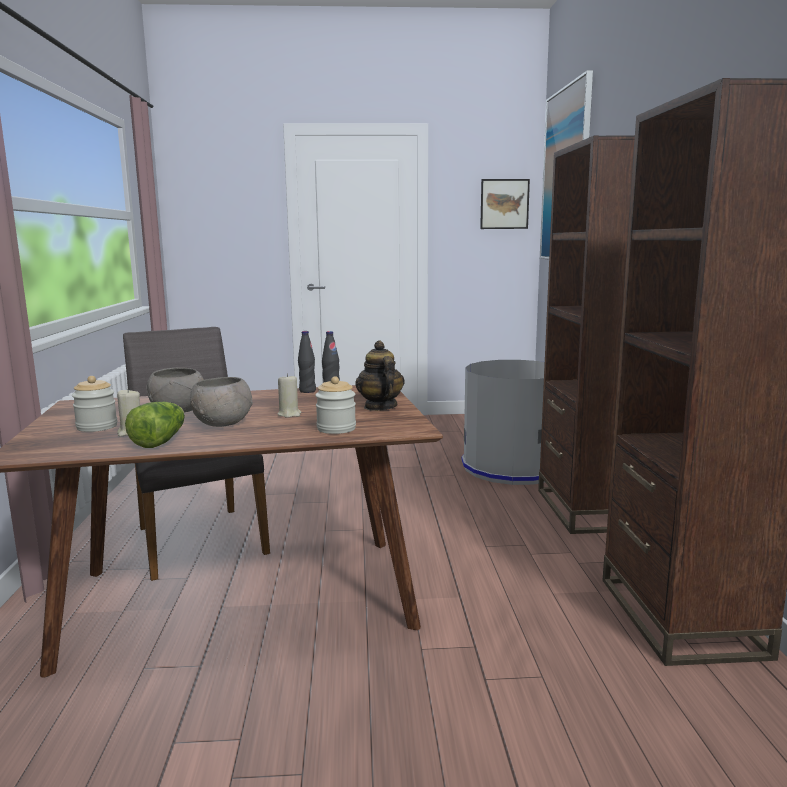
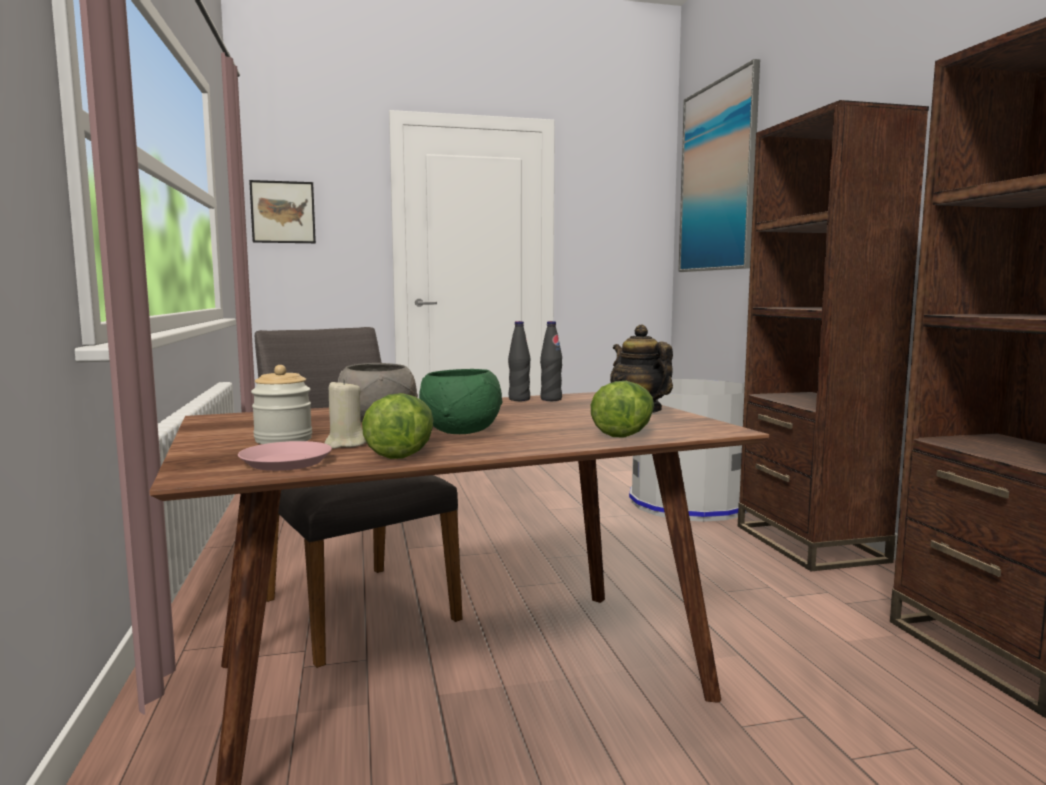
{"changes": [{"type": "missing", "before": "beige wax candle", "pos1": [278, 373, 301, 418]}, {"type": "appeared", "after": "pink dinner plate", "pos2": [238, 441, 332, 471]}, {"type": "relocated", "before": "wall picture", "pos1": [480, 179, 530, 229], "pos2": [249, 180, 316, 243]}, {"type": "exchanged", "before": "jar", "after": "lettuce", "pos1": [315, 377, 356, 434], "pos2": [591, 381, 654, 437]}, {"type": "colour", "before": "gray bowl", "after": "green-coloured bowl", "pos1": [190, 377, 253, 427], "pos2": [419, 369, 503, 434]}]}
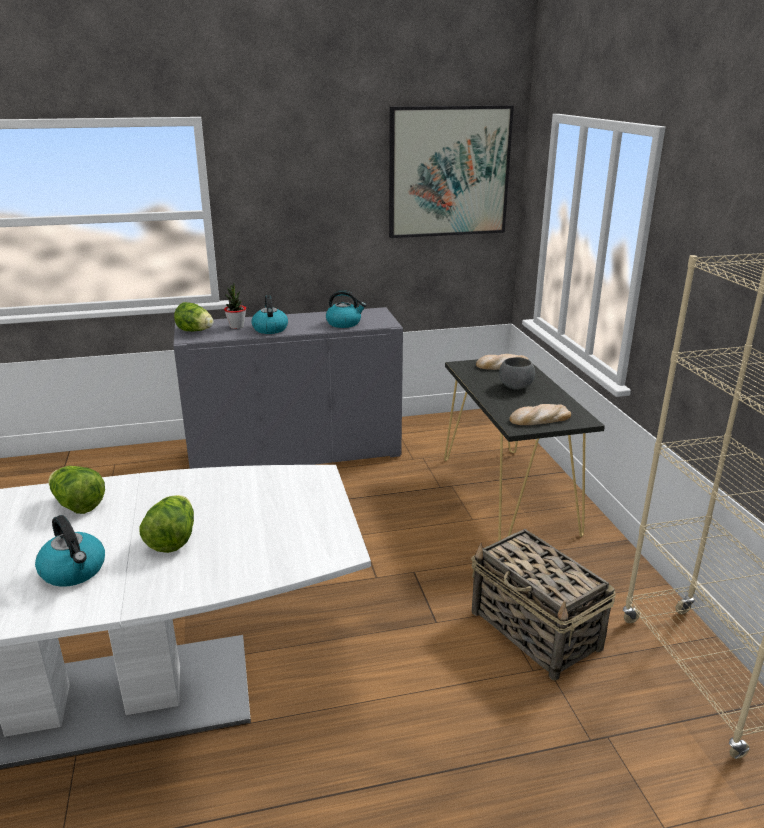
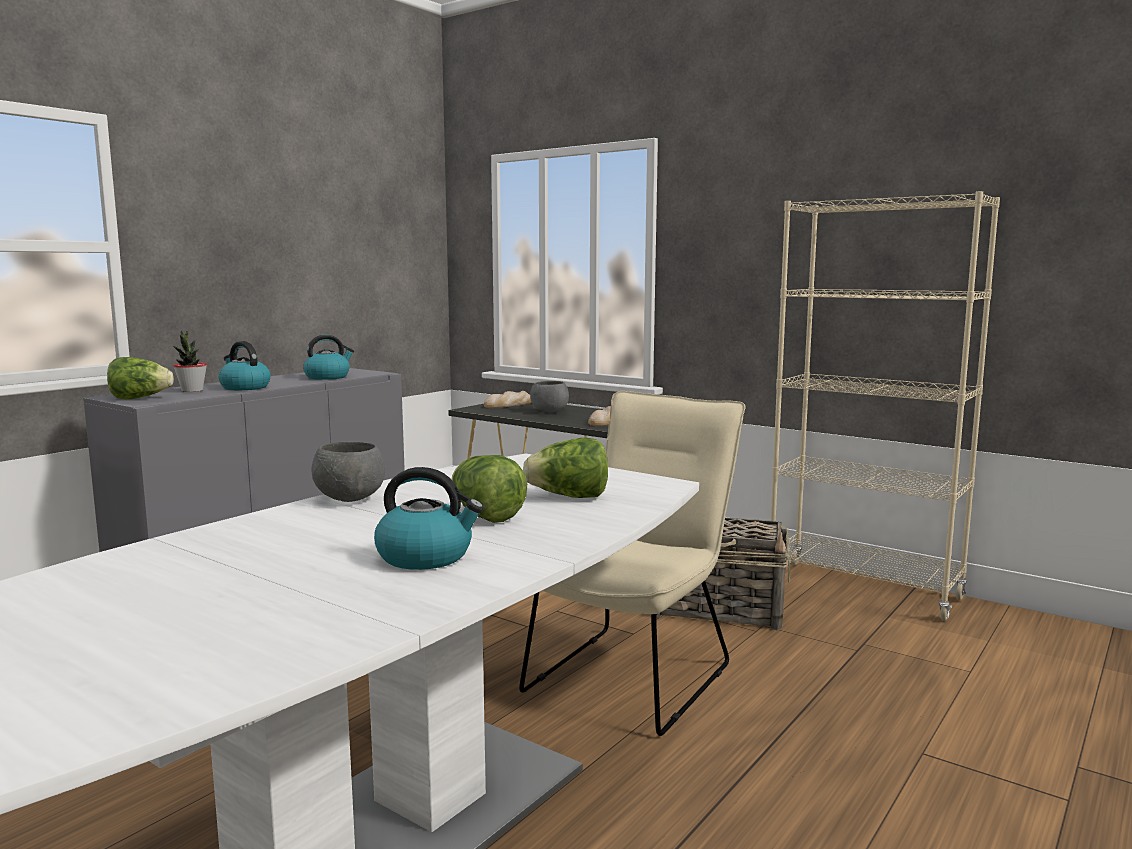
{"changes": [{"type": "missing", "before": "wall picture", "pos1": [389, 105, 514, 238]}, {"type": "appeared", "after": "gray bowl", "pos2": [311, 442, 385, 502]}, {"type": "appeared", "after": "beige plain chair", "pos2": [519, 391, 745, 736]}, {"type": "relocated", "before": "lettuce", "pos1": [48, 466, 105, 514], "pos2": [523, 438, 608, 498]}]}
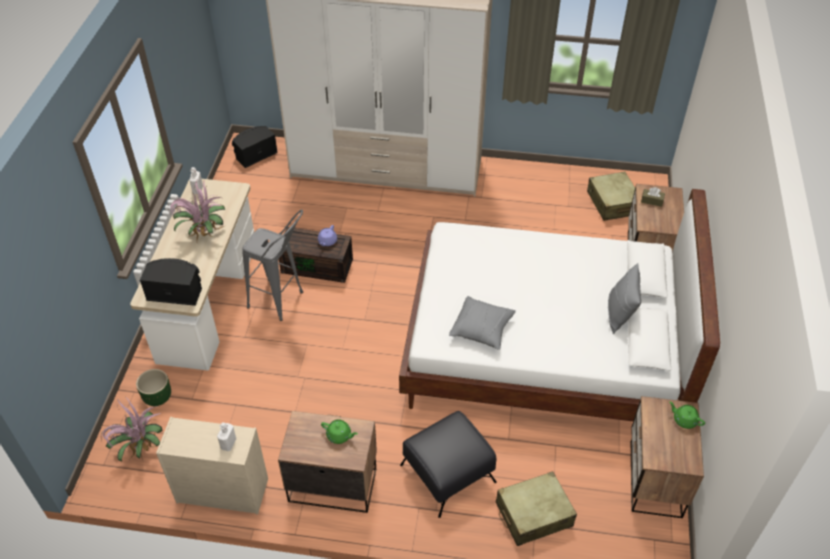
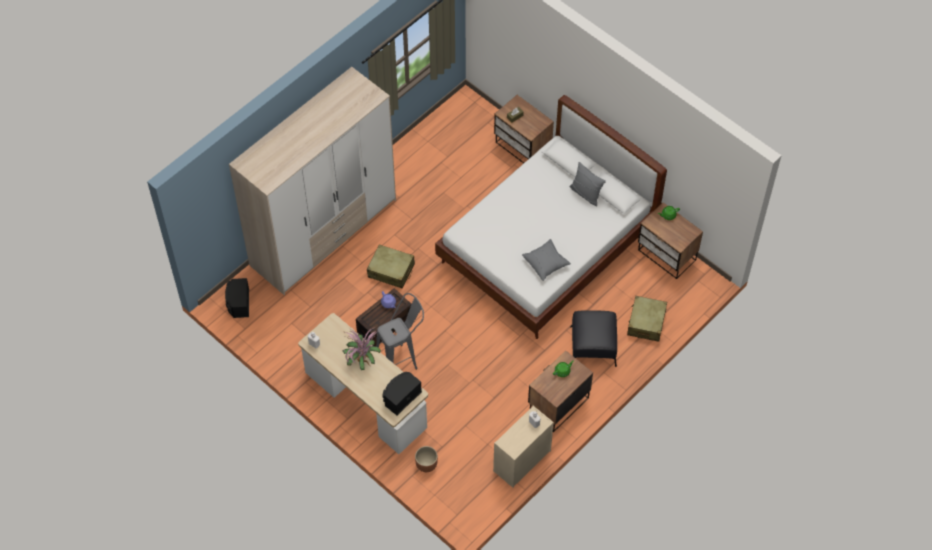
{"changes": [{"type": "missing", "before": "plant in a pot", "pos1": [101, 397, 163, 462]}, {"type": "relocated", "before": "beige travel case", "pos1": [587, 171, 635, 221], "pos2": [367, 245, 415, 288]}, {"type": "colour", "before": "green-coloured plant pot", "after": "brown-coloured plant pot", "pos1": [136, 369, 171, 406], "pos2": [415, 446, 438, 472]}]}
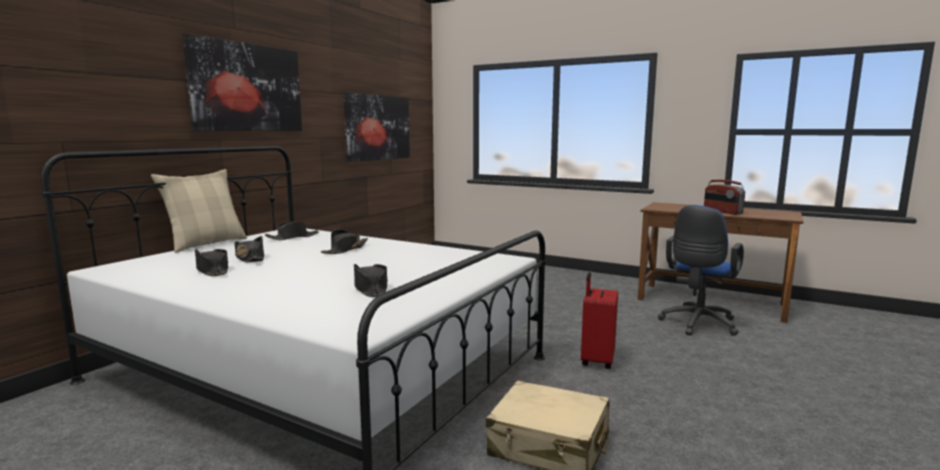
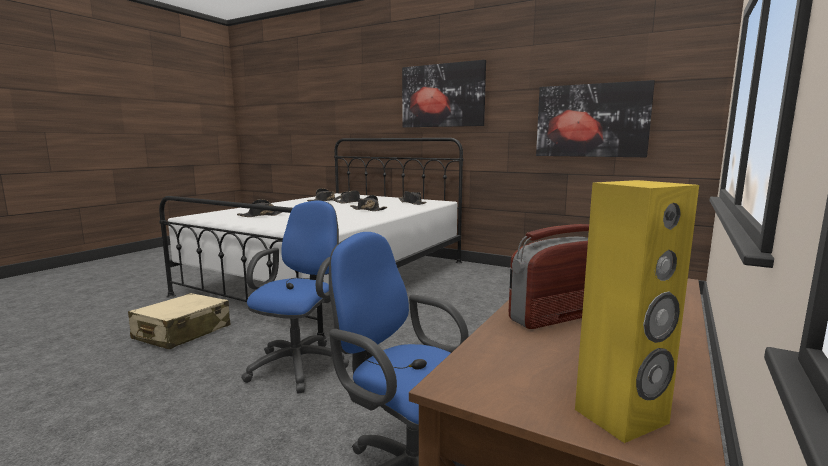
{"changes": [{"type": "missing", "before": "beige cushion", "pos1": [151, 169, 247, 253]}, {"type": "appeared", "after": "yellow speaker", "pos2": [575, 180, 699, 443]}, {"type": "exchanged", "before": "red travel case", "after": "bluish computer chair", "pos1": [581, 272, 618, 369], "pos2": [241, 201, 349, 393]}]}
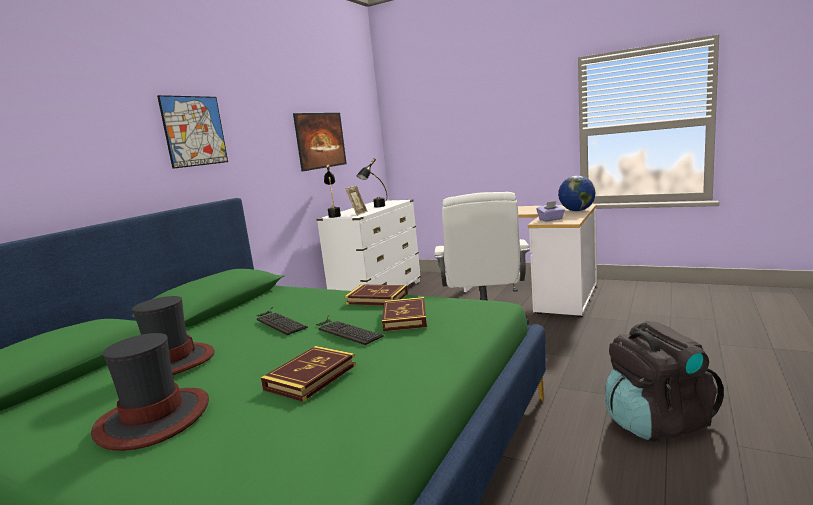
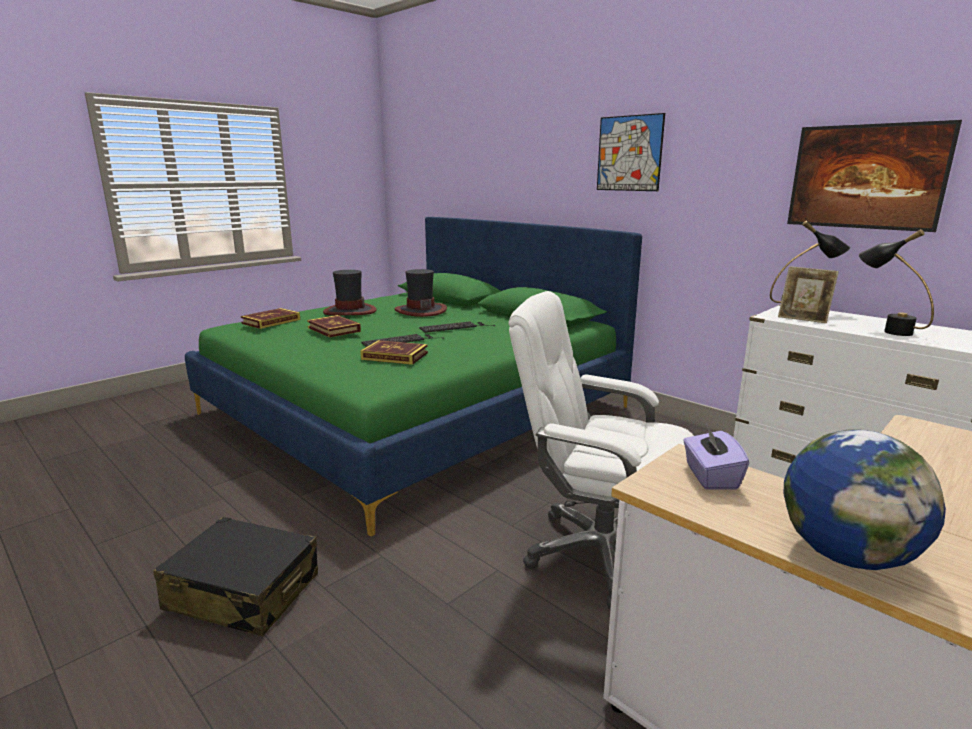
{"changes": [{"type": "relocated", "before": "bound book", "pos1": [345, 285, 408, 306], "pos2": [241, 308, 300, 329]}, {"type": "exchanged", "before": "black knapsack", "after": "black travel case", "pos1": [606, 321, 724, 442], "pos2": [153, 517, 318, 636]}]}
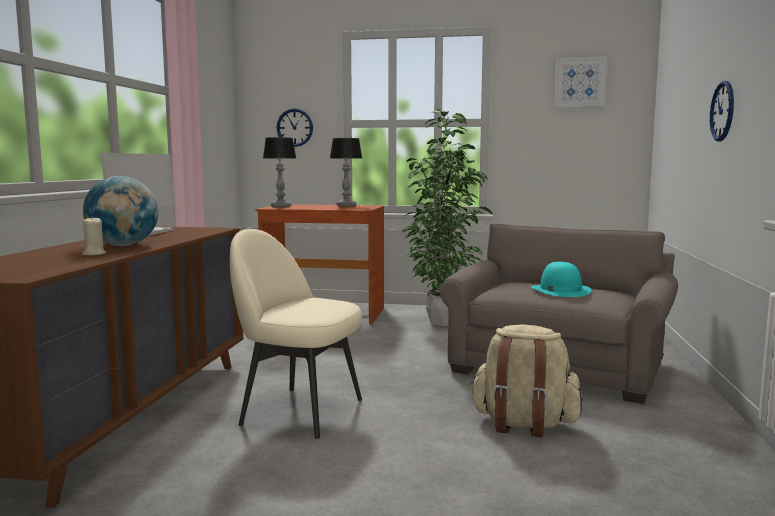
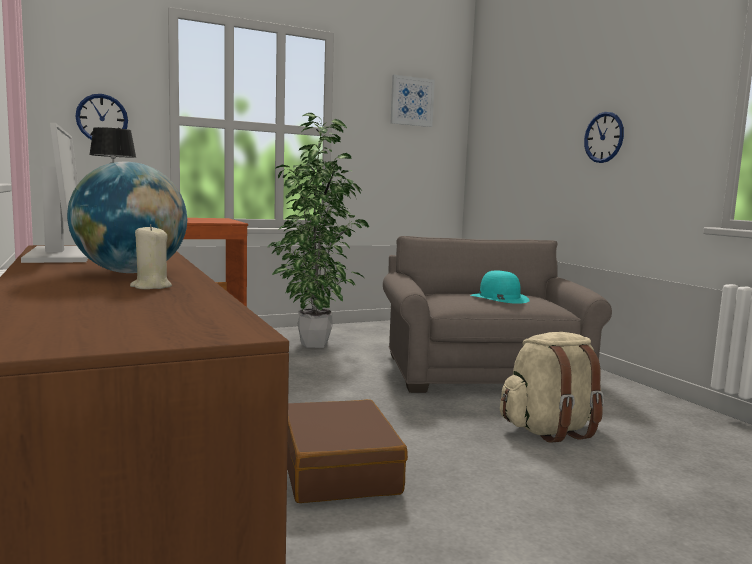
{"changes": [{"type": "missing", "before": "table lamp", "pos1": [330, 138, 362, 207]}, {"type": "exchanged", "before": "beige plain chair", "after": "brown-coloured travel case", "pos1": [230, 229, 362, 439], "pos2": [287, 399, 408, 503]}]}
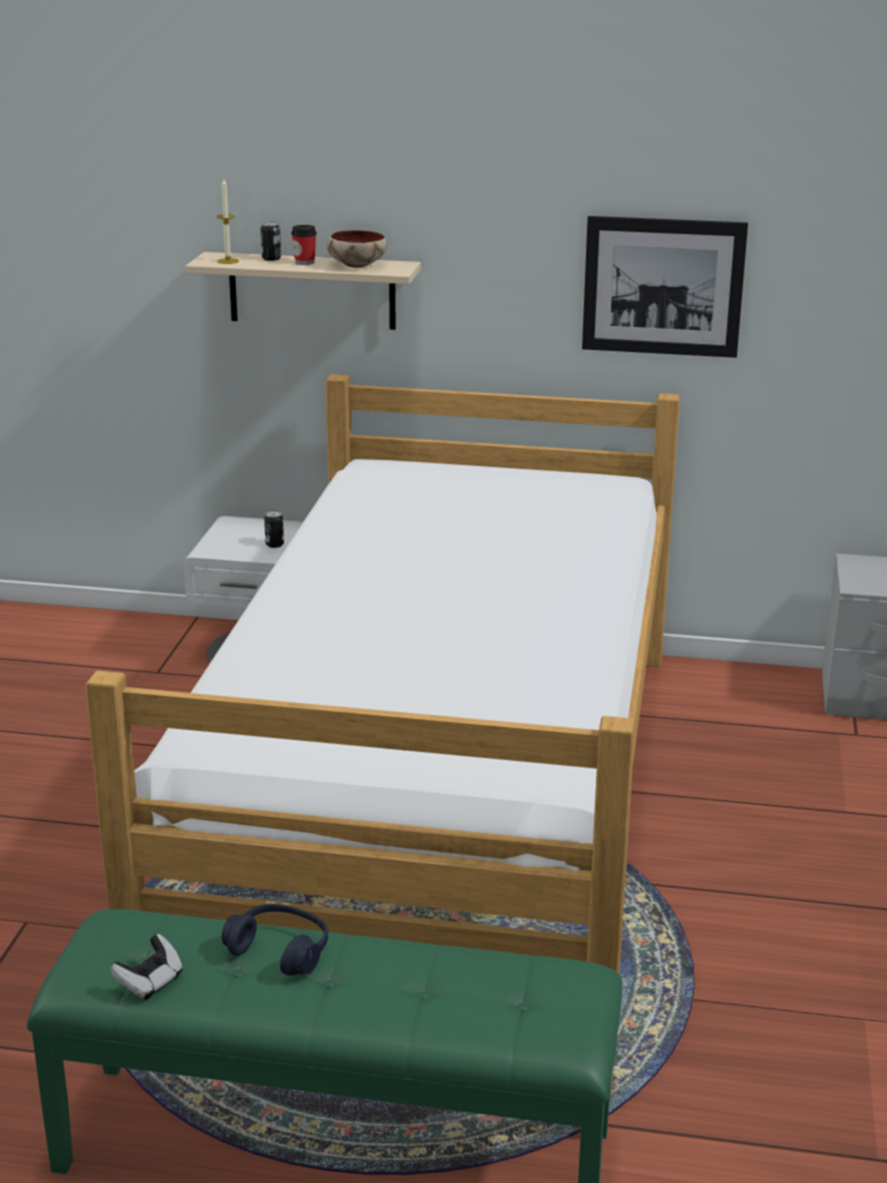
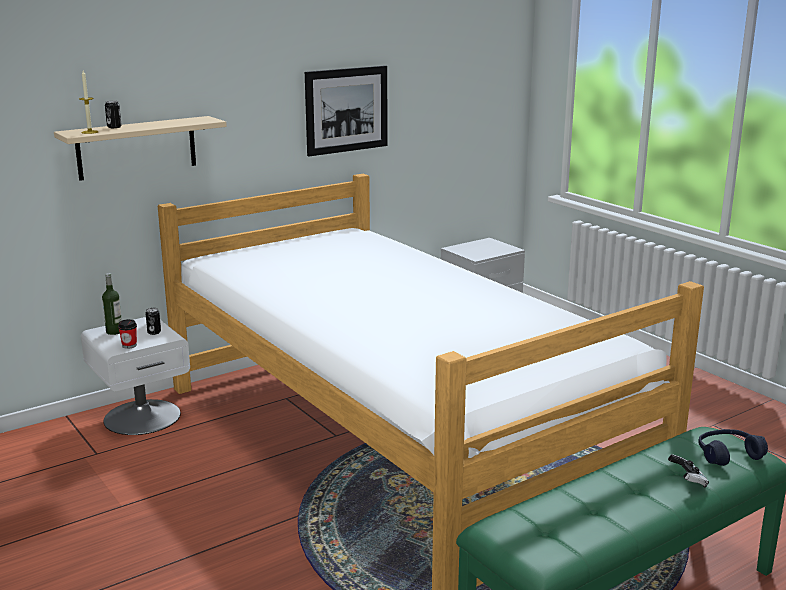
{"changes": [{"type": "missing", "before": "bowl", "pos1": [327, 230, 387, 268]}, {"type": "appeared", "after": "drink bottle", "pos2": [102, 273, 122, 335]}, {"type": "relocated", "before": "game controller", "pos1": [110, 934, 183, 1000], "pos2": [668, 454, 709, 488]}, {"type": "relocated", "before": "bluish headset", "pos1": [222, 904, 328, 975], "pos2": [698, 429, 768, 466]}, {"type": "relocated", "before": "small cup", "pos1": [291, 225, 317, 265], "pos2": [118, 319, 137, 349]}]}
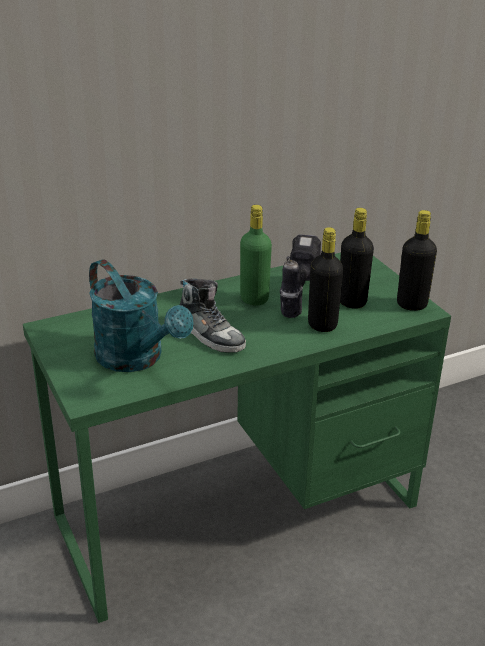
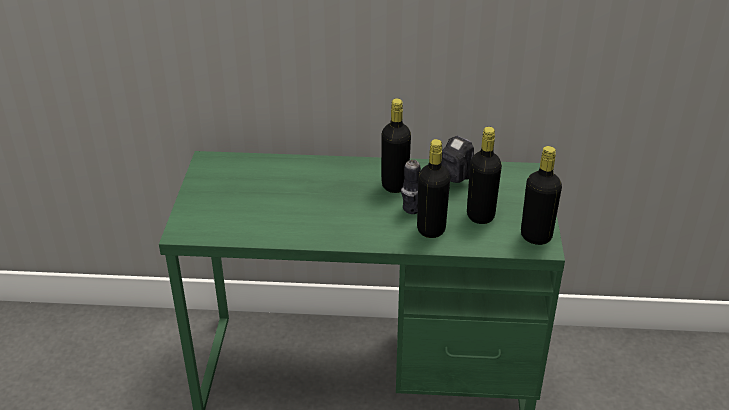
{"changes": [{"type": "missing", "before": "turquoise-coloured watering pot", "pos1": [89, 259, 194, 372]}, {"type": "missing", "before": "shoe", "pos1": [180, 279, 246, 353]}, {"type": "colour", "before": "green-coloured drink bottle", "after": "black drink bottle", "pos1": [240, 205, 272, 306], "pos2": [381, 98, 411, 193]}]}
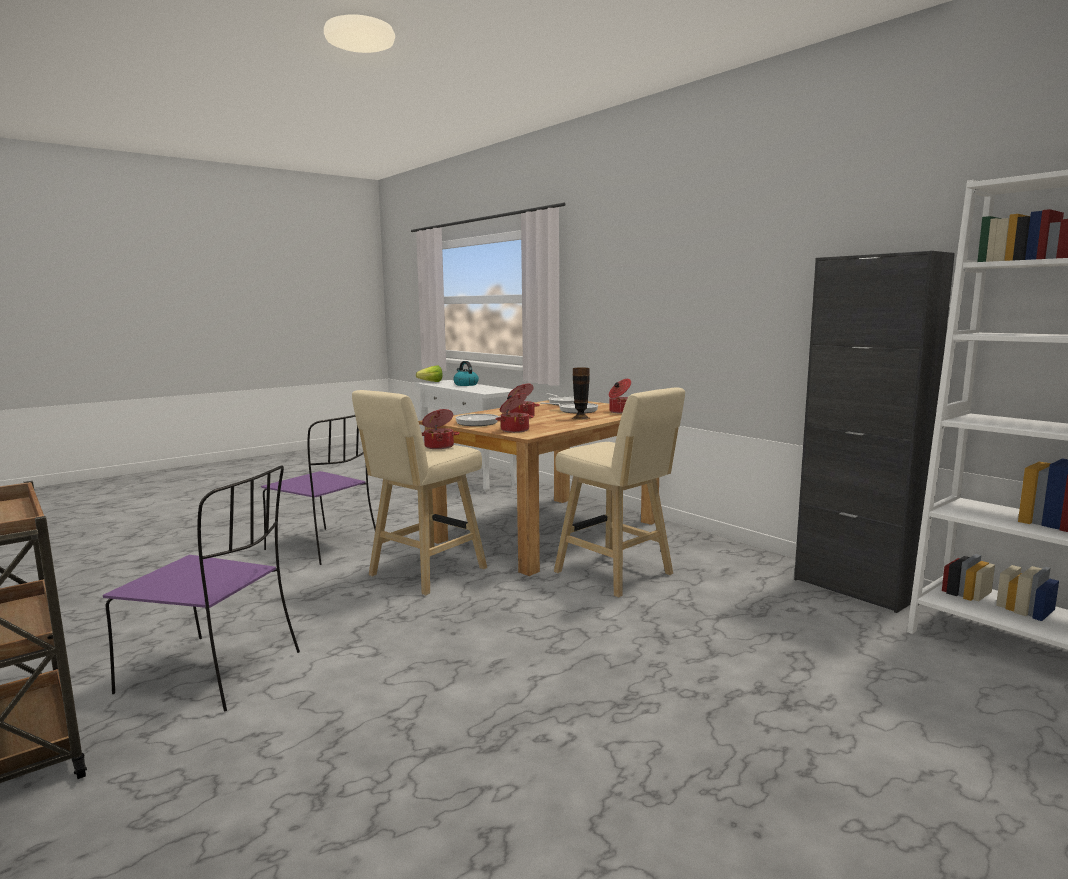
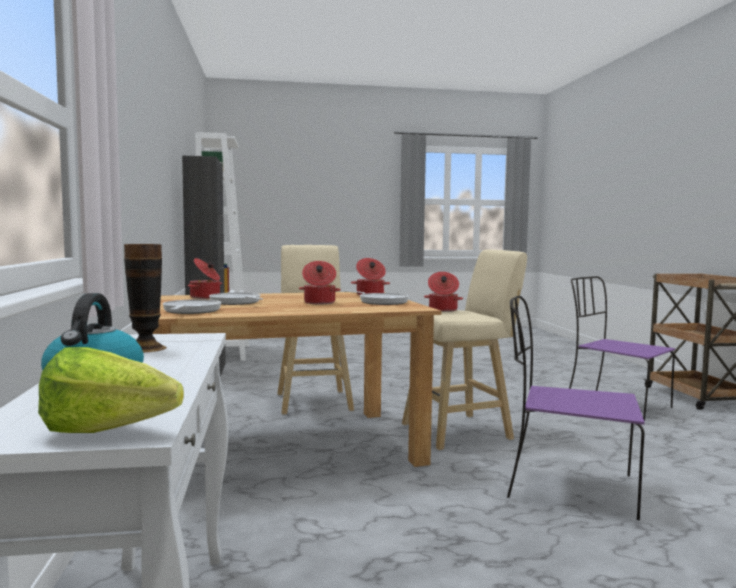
{"changes": [{"type": "relocated", "before": "vase", "pos1": [572, 368, 590, 420], "pos2": [124, 244, 167, 353]}, {"type": "spun", "before": "purple plain chair", "pos1": [261, 415, 376, 565], "pos2": [507, 296, 645, 520], "turn": -45}]}
